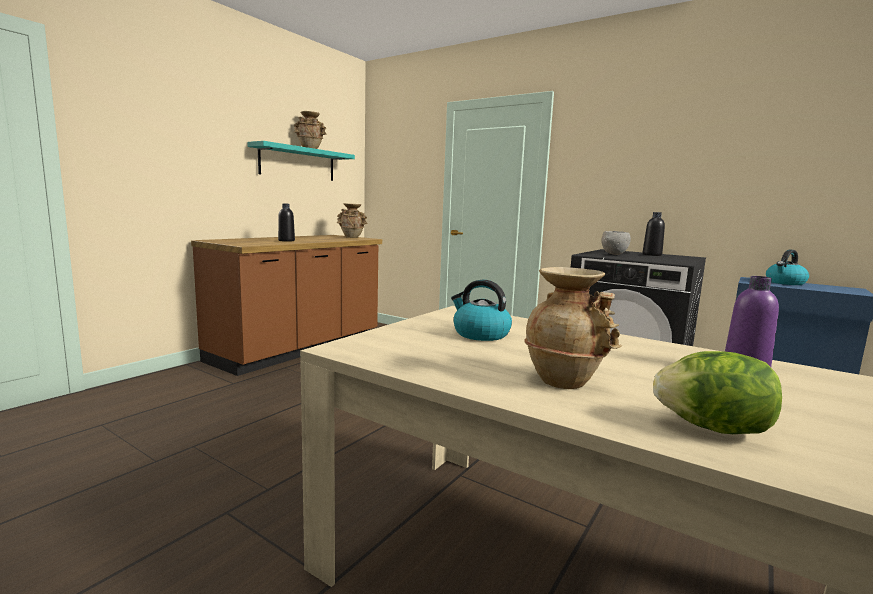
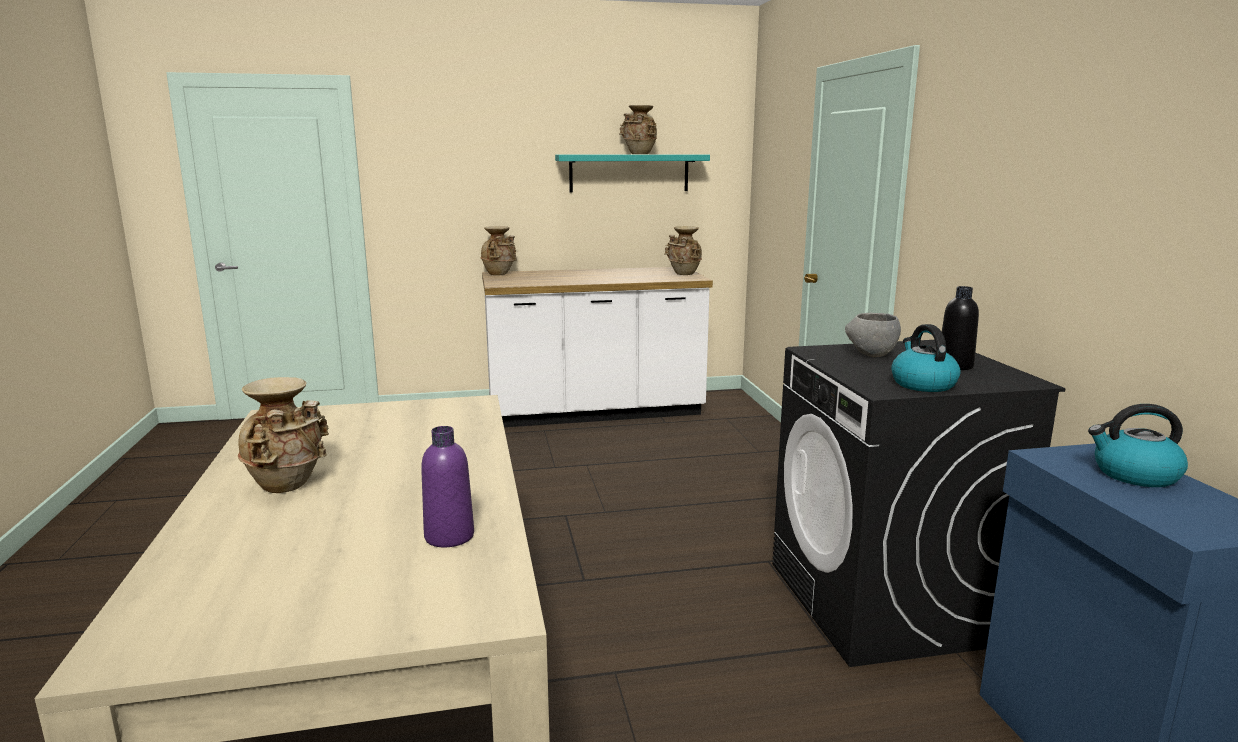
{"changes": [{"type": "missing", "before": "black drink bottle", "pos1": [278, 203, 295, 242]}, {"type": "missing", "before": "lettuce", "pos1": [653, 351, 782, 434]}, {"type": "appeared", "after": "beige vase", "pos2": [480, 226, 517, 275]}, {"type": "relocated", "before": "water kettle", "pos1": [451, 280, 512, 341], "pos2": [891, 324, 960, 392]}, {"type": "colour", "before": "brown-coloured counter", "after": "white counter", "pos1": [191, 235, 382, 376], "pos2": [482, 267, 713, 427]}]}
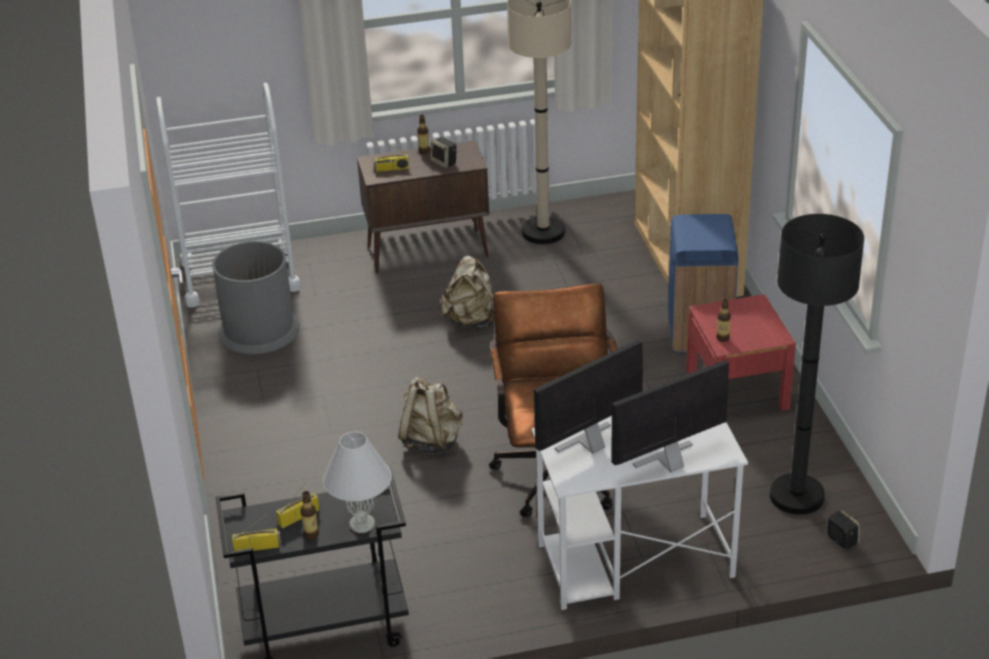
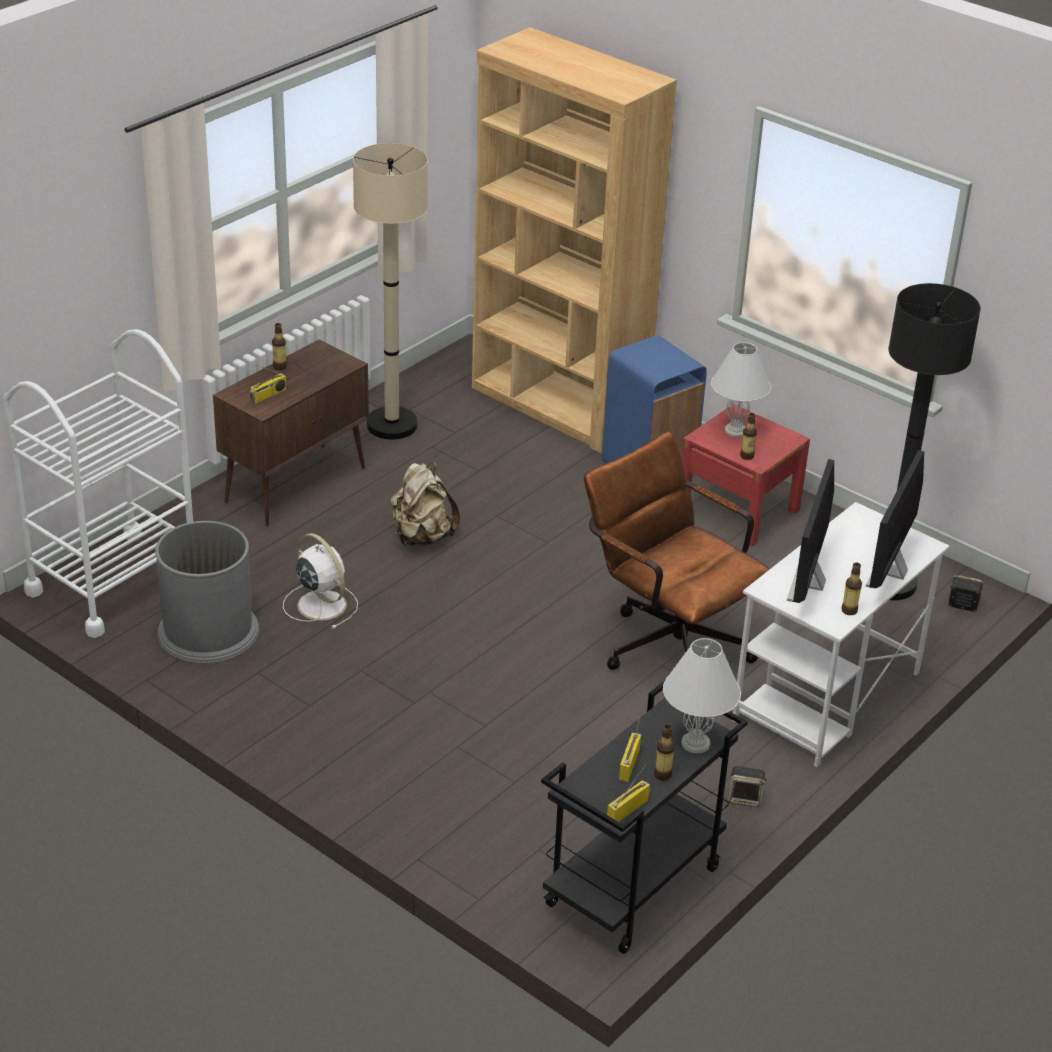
{"changes": [{"type": "missing", "before": "beige knapsack", "pos1": [398, 377, 463, 453]}, {"type": "appeared", "after": "white cooling fan", "pos2": [283, 533, 358, 629]}, {"type": "appeared", "after": "white table lamp", "pos2": [711, 342, 771, 437]}, {"type": "appeared", "after": "drink bottle", "pos2": [841, 563, 862, 615]}, {"type": "relocated", "before": "speaker", "pos1": [430, 137, 457, 168], "pos2": [728, 766, 767, 807]}]}
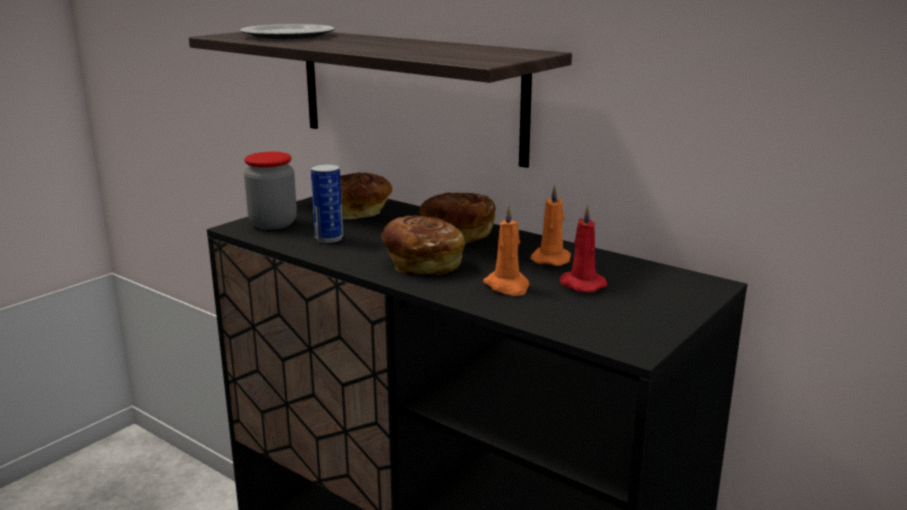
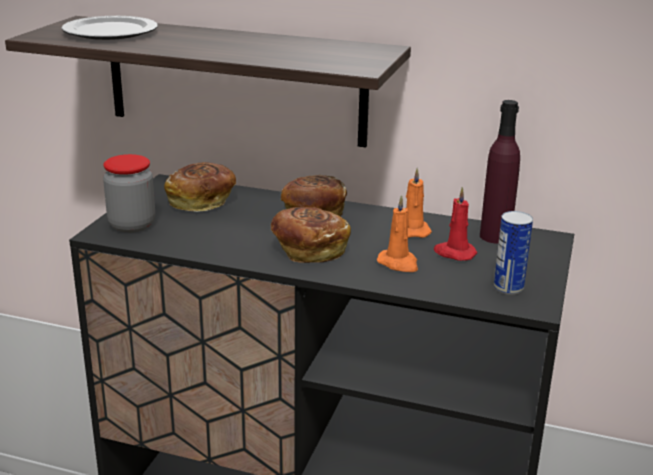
{"changes": [{"type": "appeared", "after": "purple drink bottle", "pos2": [480, 100, 520, 244]}, {"type": "relocated", "before": "can", "pos1": [310, 164, 343, 243], "pos2": [494, 211, 533, 295]}]}
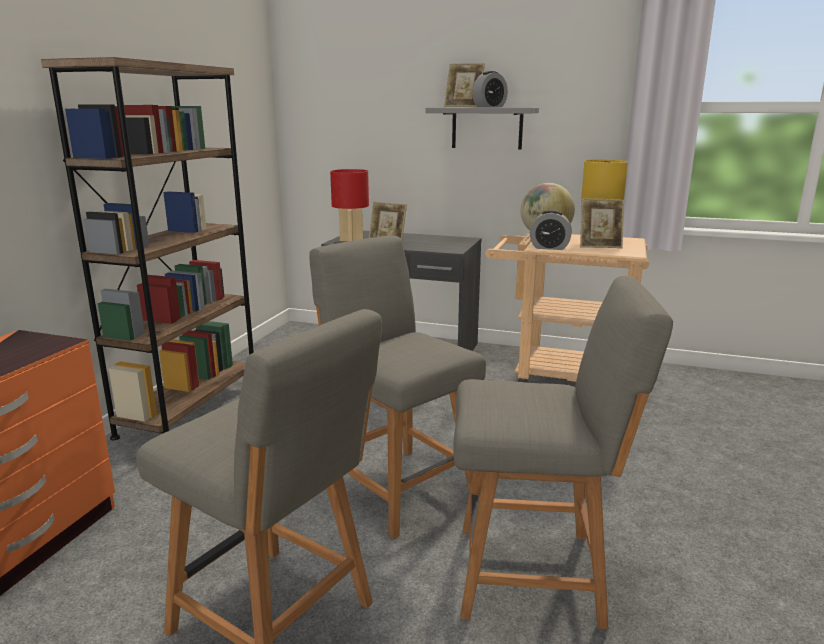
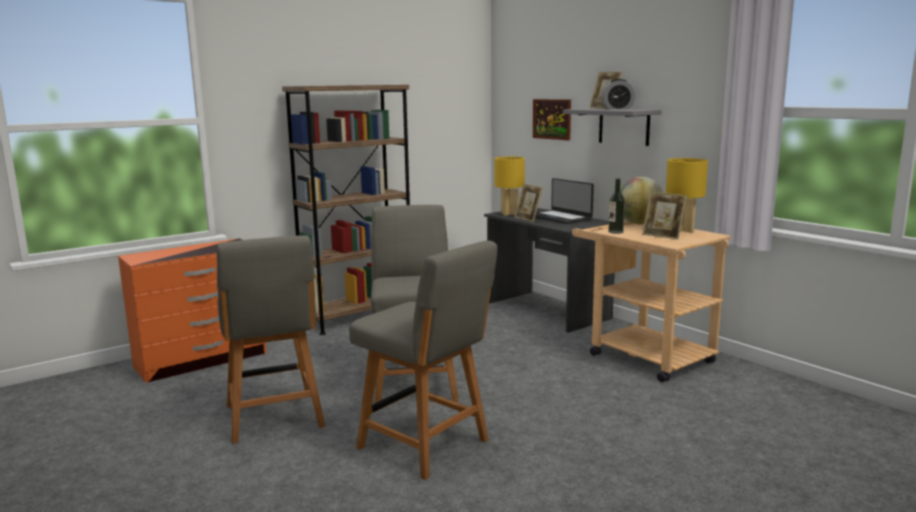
{"changes": [{"type": "appeared", "after": "wall picture", "pos2": [533, 99, 571, 140]}, {"type": "appeared", "after": "laptop", "pos2": [535, 178, 594, 224]}, {"type": "exchanged", "before": "alarm clock", "after": "drink bottle", "pos1": [530, 210, 572, 250], "pos2": [608, 178, 625, 234]}, {"type": "colour", "before": "red table lamp", "after": "yellow table lamp", "pos1": [330, 169, 369, 241], "pos2": [494, 157, 525, 216]}]}
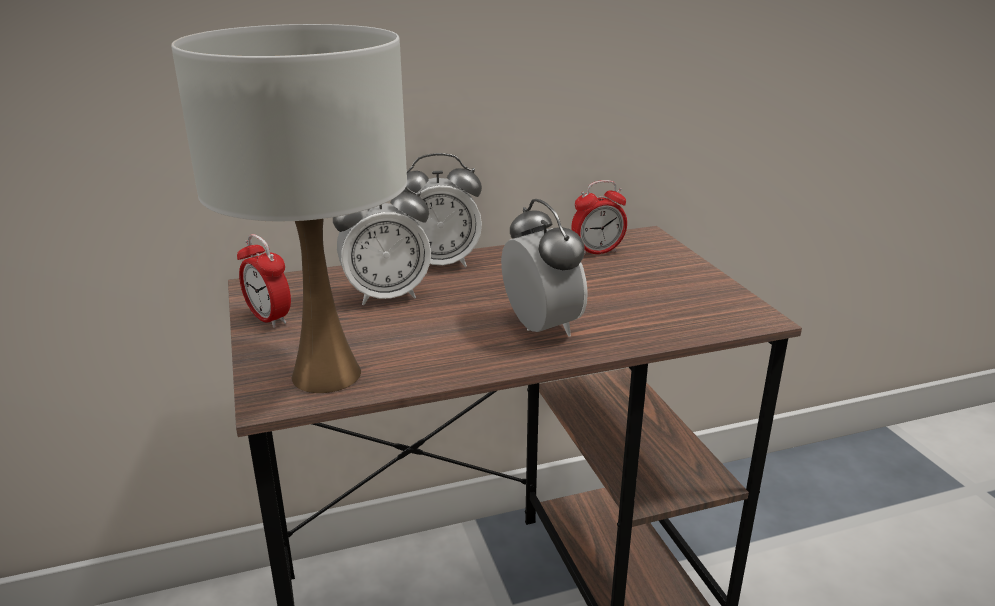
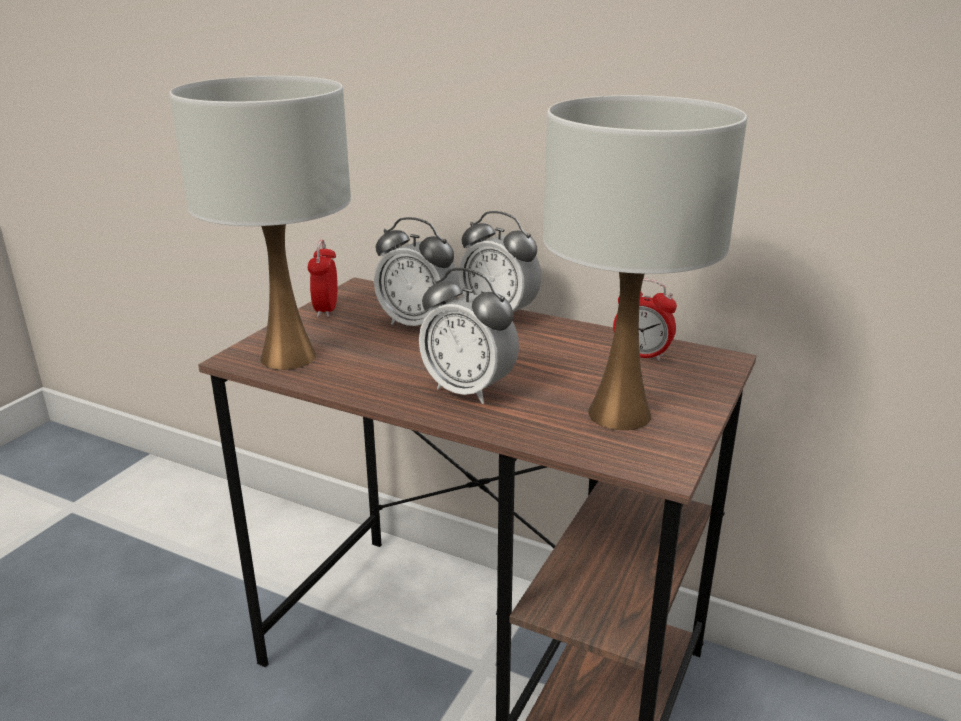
{"changes": [{"type": "appeared", "after": "white table lamp", "pos2": [543, 95, 747, 430]}, {"type": "spun", "before": "alarm clock", "pos1": [501, 199, 588, 337], "pos2": [419, 268, 519, 404], "turn": 105}]}
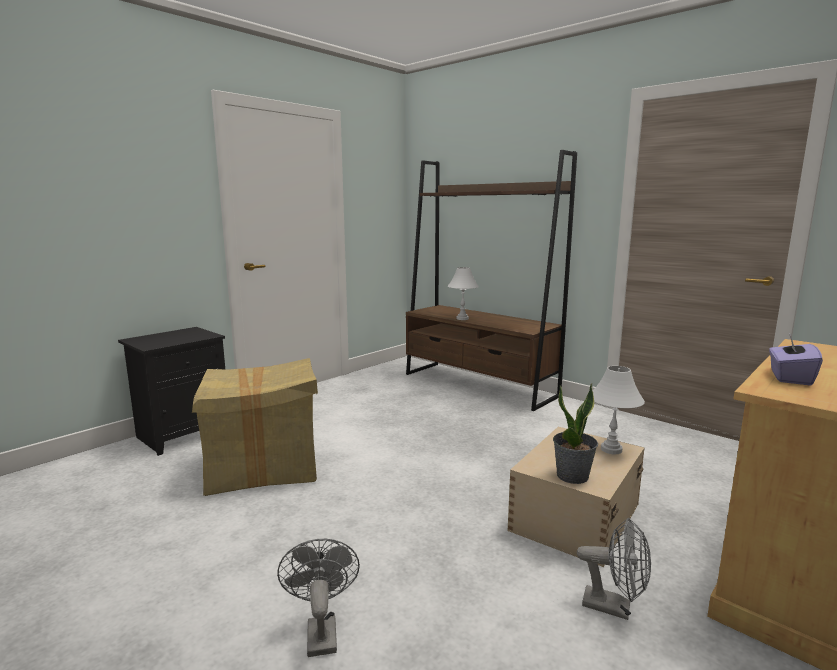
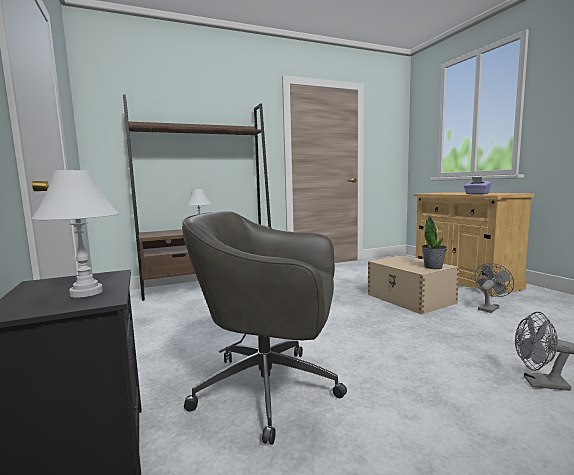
{"changes": [{"type": "relocated", "before": "white table lamp", "pos1": [593, 366, 645, 454], "pos2": [31, 170, 119, 298]}, {"type": "exchanged", "before": "carton", "after": "gray computer chair", "pos1": [192, 358, 318, 496], "pos2": [182, 211, 347, 445]}]}
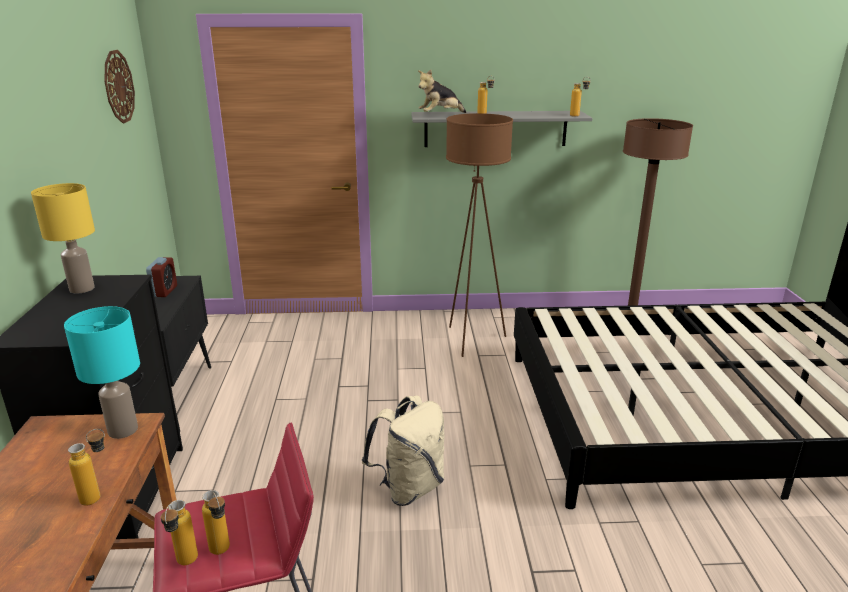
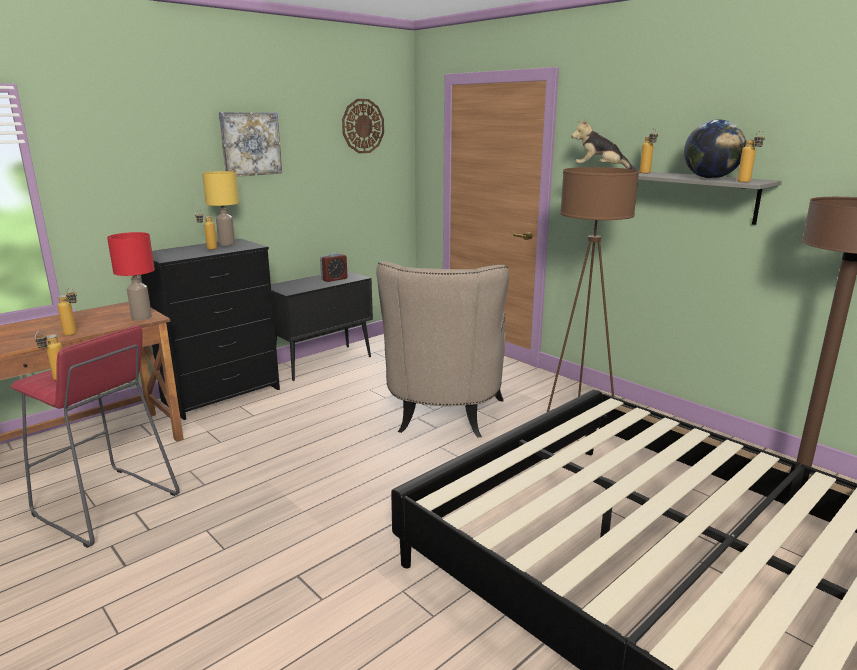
{"changes": [{"type": "missing", "before": "beige knapsack", "pos1": [362, 395, 445, 506]}, {"type": "appeared", "after": "wall picture", "pos2": [219, 112, 282, 177]}, {"type": "appeared", "after": "beige armchair", "pos2": [376, 261, 509, 438]}, {"type": "appeared", "after": "desk globe", "pos2": [684, 119, 746, 179]}, {"type": "relocated", "before": "drink bottle", "pos1": [161, 500, 198, 565], "pos2": [195, 210, 217, 250]}, {"type": "colour", "before": "turquoise-coloured table lamp", "after": "red table lamp", "pos1": [64, 306, 140, 439], "pos2": [107, 232, 155, 320]}]}
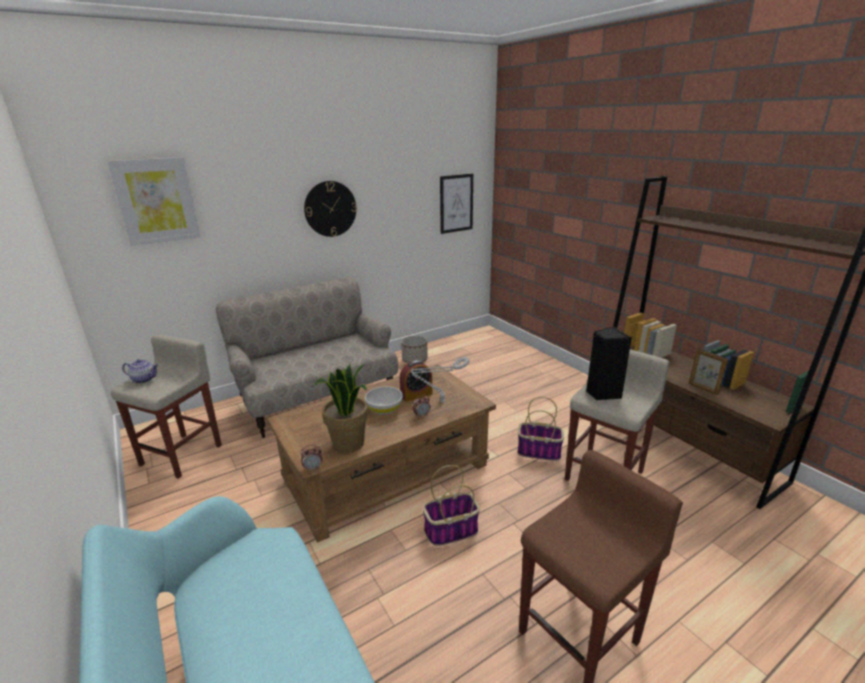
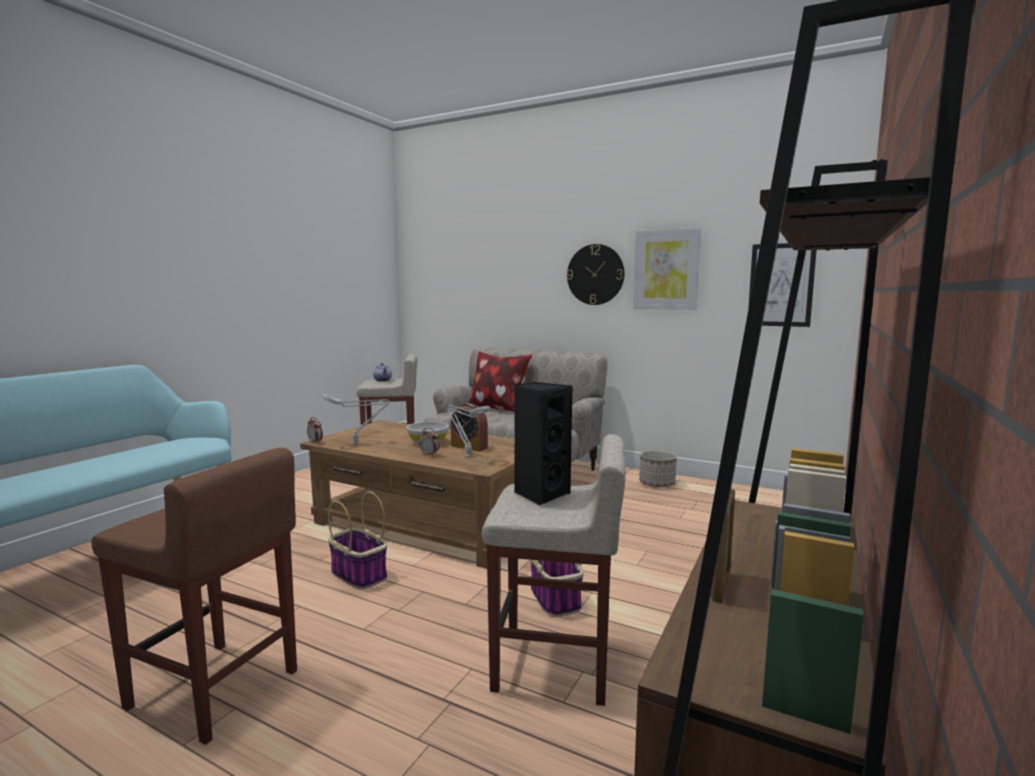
{"changes": [{"type": "appeared", "after": "cushion", "pos2": [468, 351, 532, 411]}, {"type": "relocated", "before": "wall picture", "pos1": [107, 157, 201, 246], "pos2": [633, 228, 701, 310]}, {"type": "exchanged", "before": "plant in a pot", "after": "gray table lamp", "pos1": [314, 364, 368, 453], "pos2": [321, 394, 390, 445]}]}
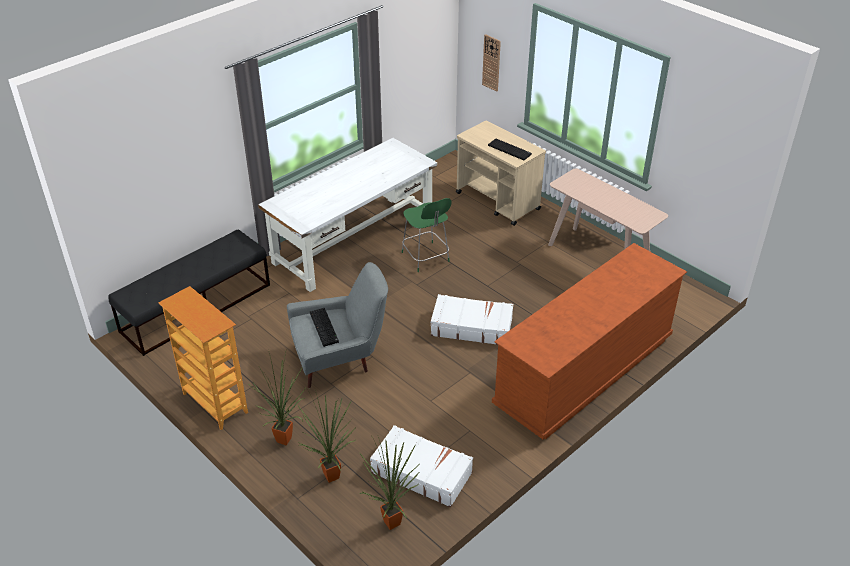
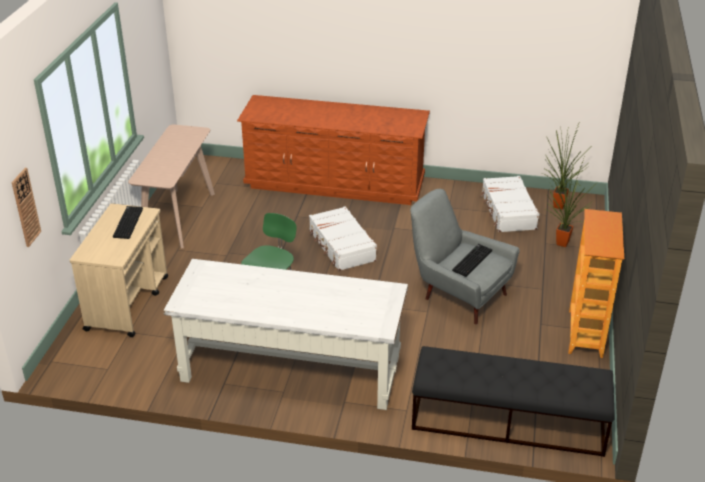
{"changes": [{"type": "missing", "before": "plant in a pot", "pos1": [247, 348, 306, 445]}]}
